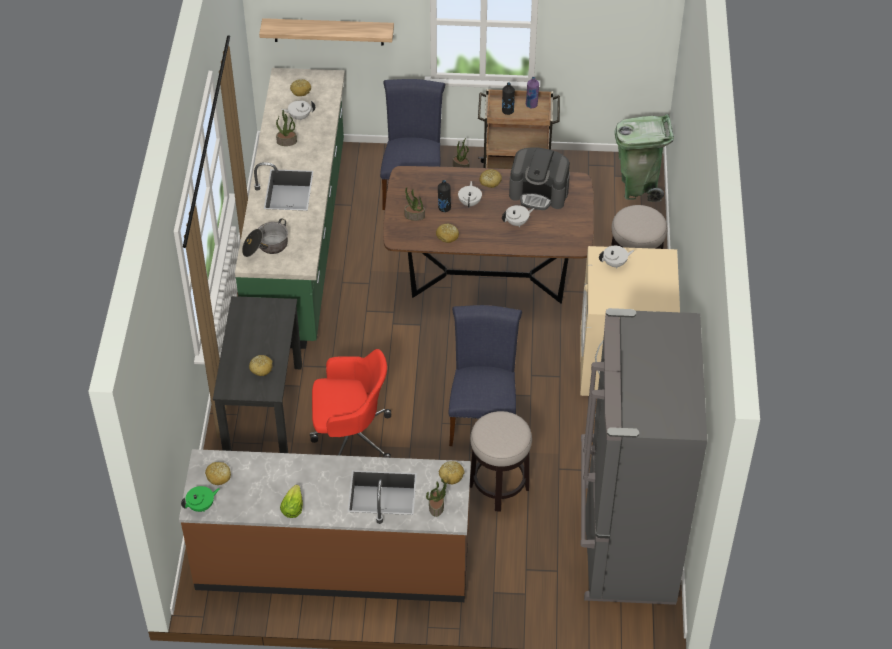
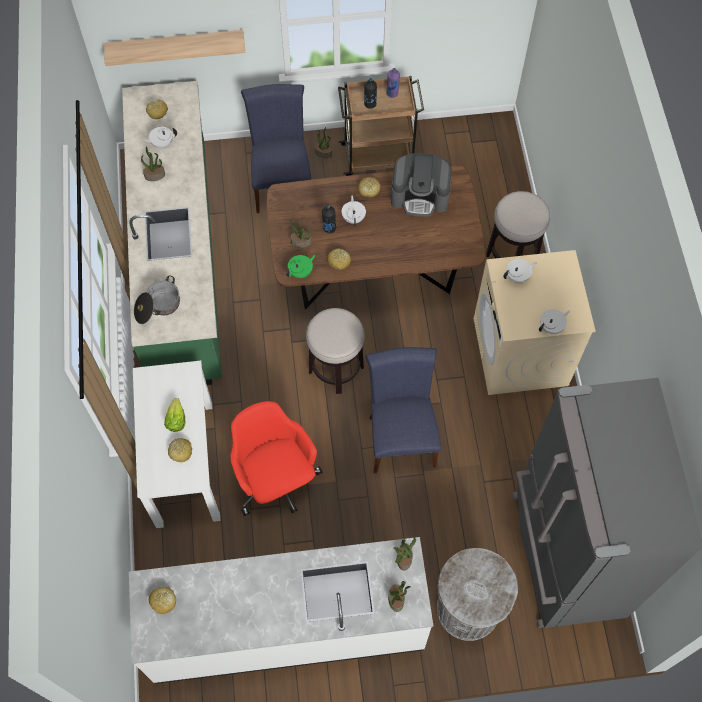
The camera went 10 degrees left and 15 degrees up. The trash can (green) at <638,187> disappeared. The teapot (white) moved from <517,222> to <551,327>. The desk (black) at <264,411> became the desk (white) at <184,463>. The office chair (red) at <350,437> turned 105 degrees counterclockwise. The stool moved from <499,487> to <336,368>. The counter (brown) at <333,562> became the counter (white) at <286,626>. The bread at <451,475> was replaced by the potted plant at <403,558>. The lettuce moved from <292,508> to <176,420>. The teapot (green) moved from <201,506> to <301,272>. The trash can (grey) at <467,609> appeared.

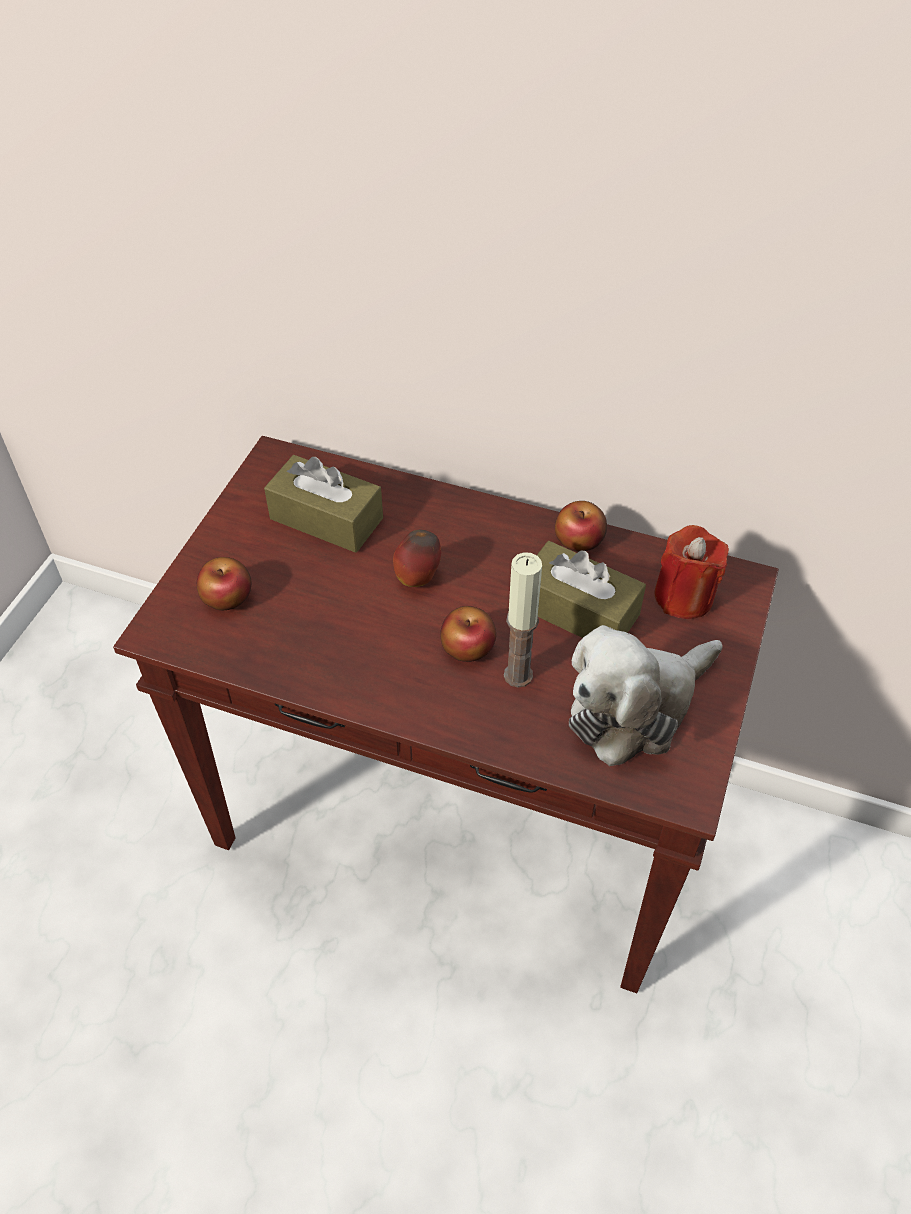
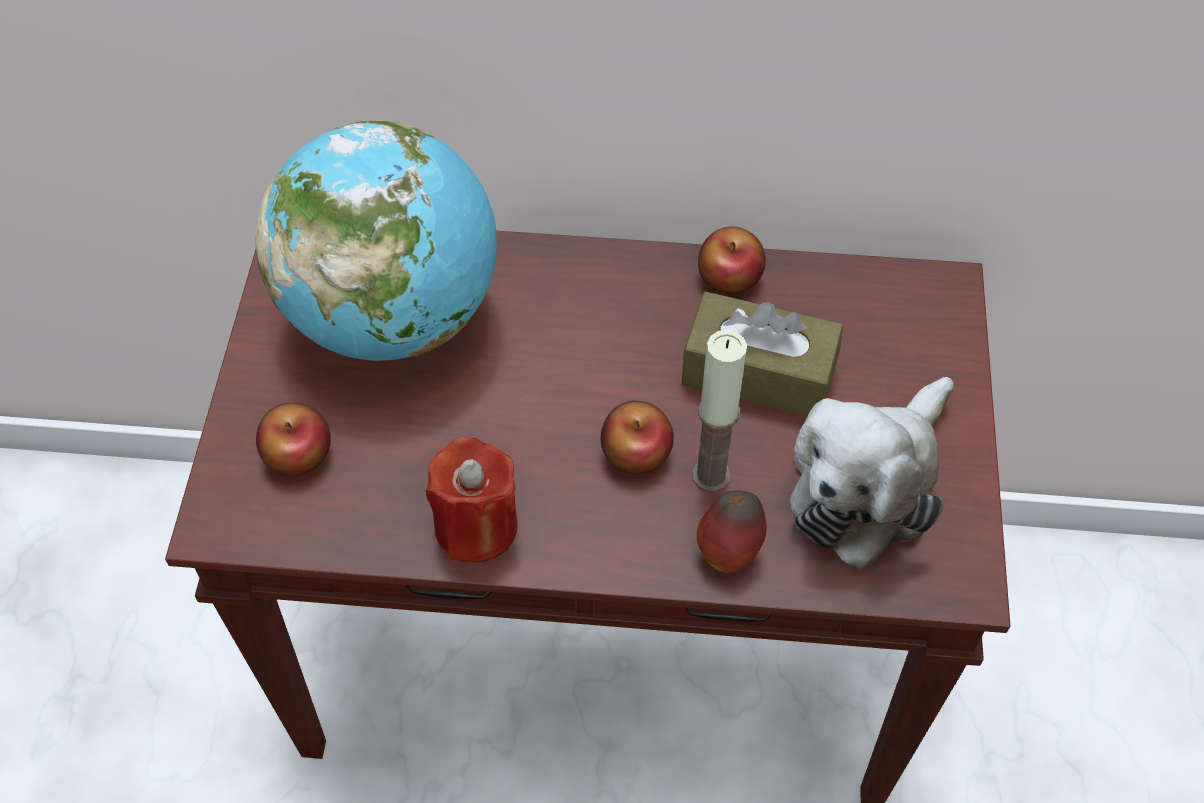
The camera went 15 degrees left and 5 degrees up. The tissue box (brown) at <326,518> was replaced by the globe at <394,316>. The candle (red) moved from <684,596> to <476,526>. The apple moved from <418,577> to <729,551>.

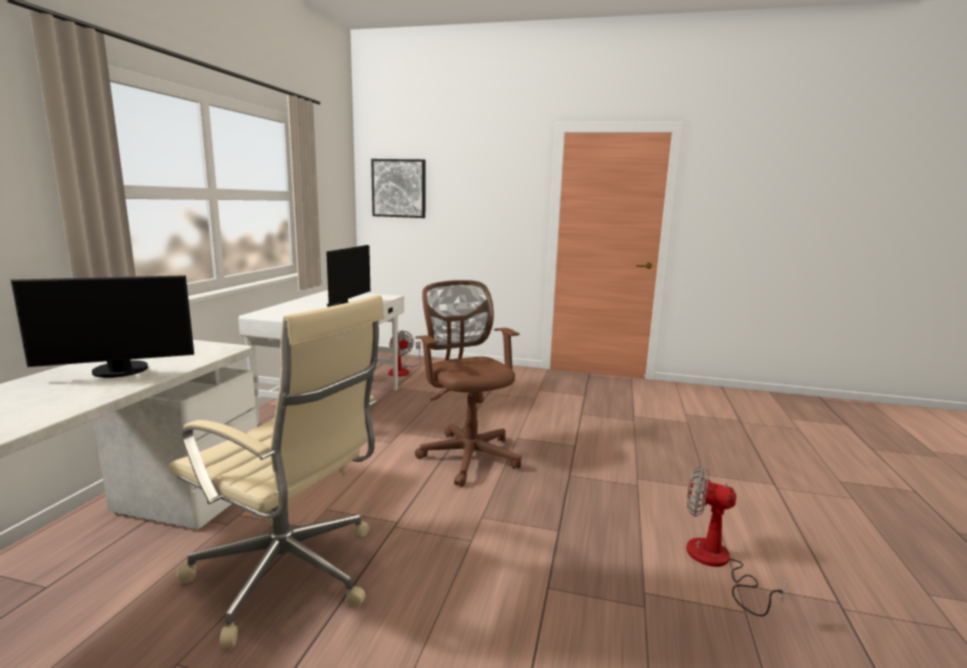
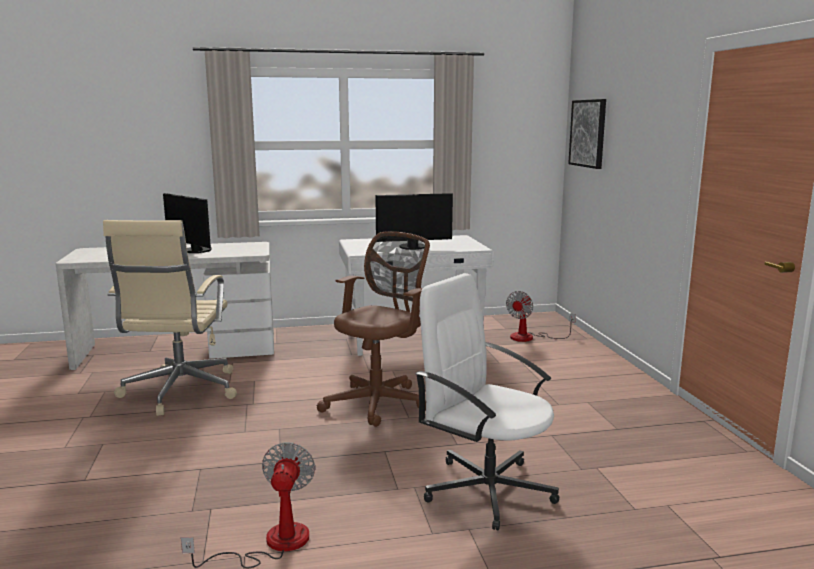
The camera went 65 degrees right and 0 degrees up. The office chair (white) at <487,489> appeared.

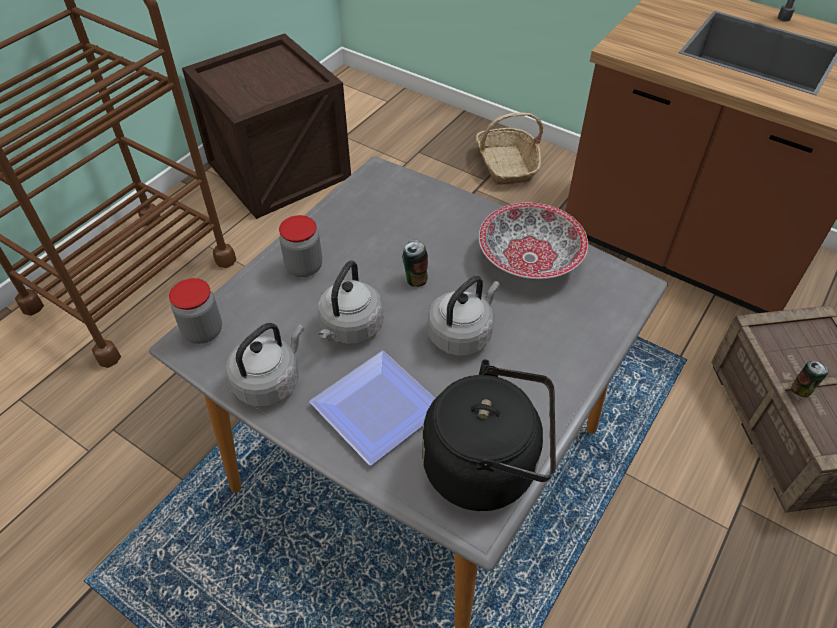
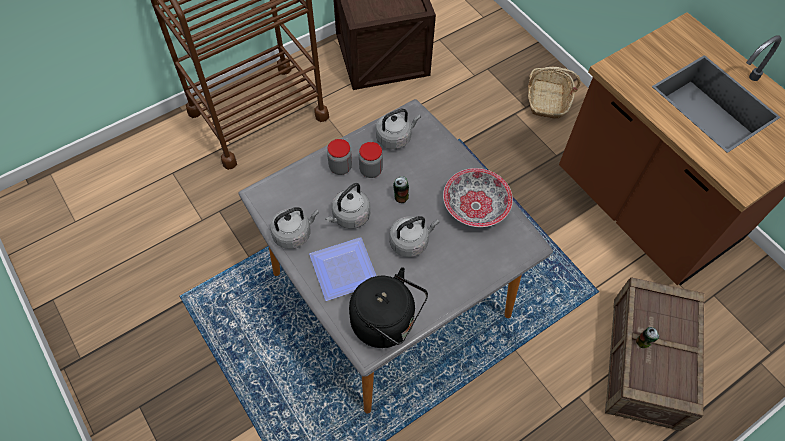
The camera went 20 degrees right and 10 degrees up. The jar moved from <203,331> to <371,170>. The kettle (grey) at <395,137> appeared.

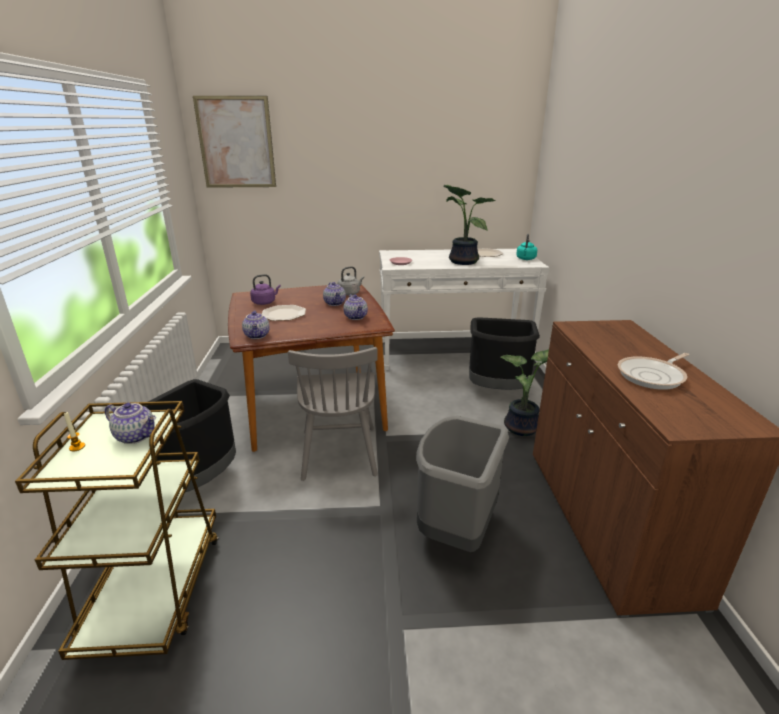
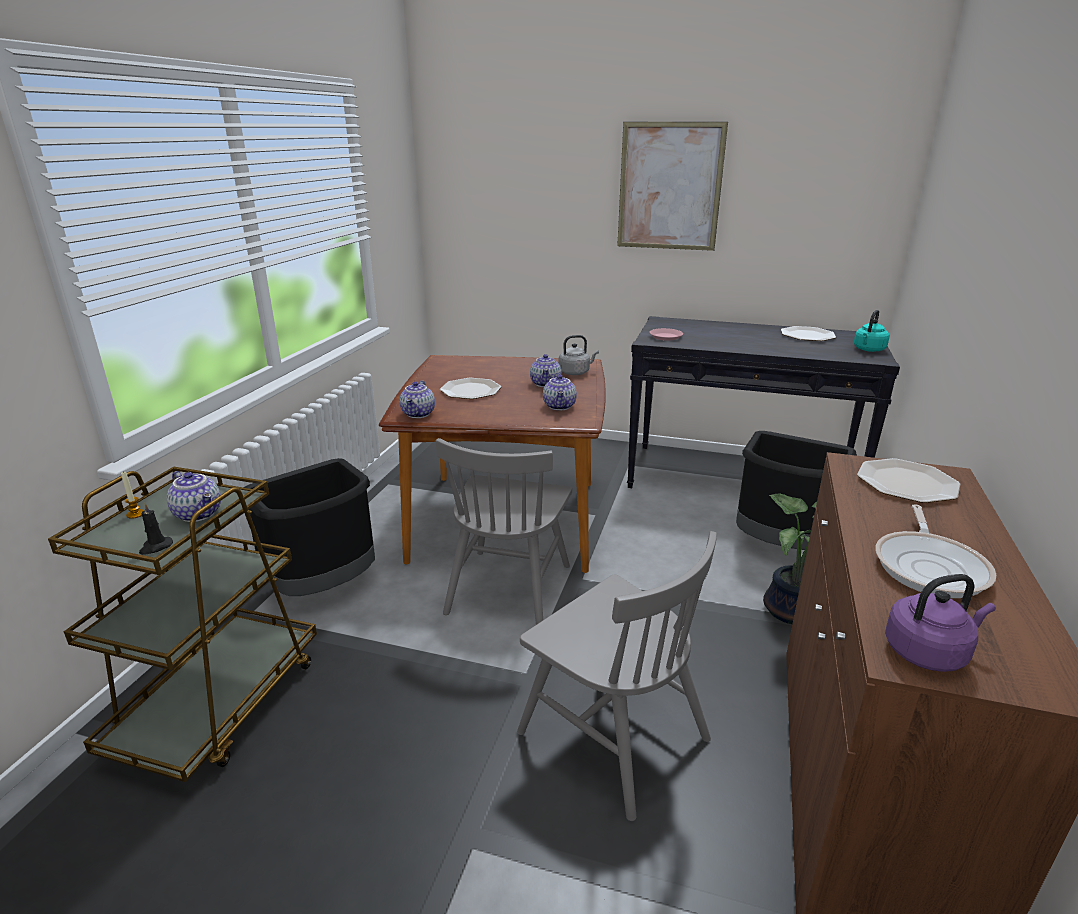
The camera went 20 degrees right and 0 degrees up. The picture moved from <236,143> to <669,187>. The potted plant at <461,261> disappeared. The console table (white) at <453,353> became the console table (black) at <740,479>. The kettle (purple) moved from <265,302> to <928,652>. The frying pan at <653,376> turned 60 degrees counterclockwise. The trash can (grey) at <455,530> was replaced by the chair (grey) at <612,734>. The plate at <906,482> appeared. The candle (black) at <155,547> appeared.

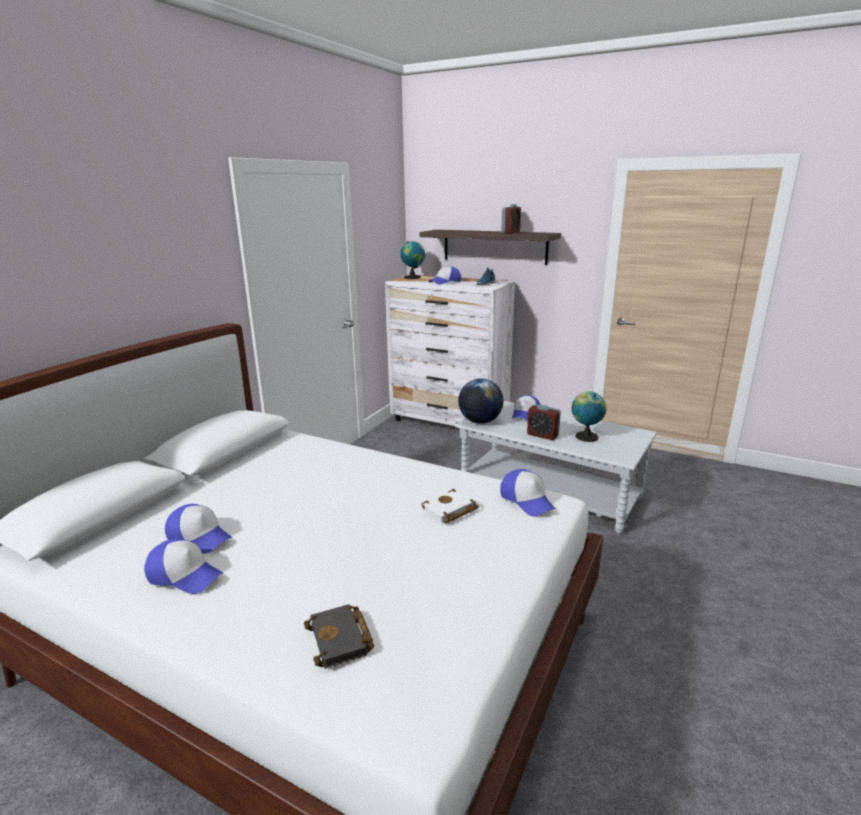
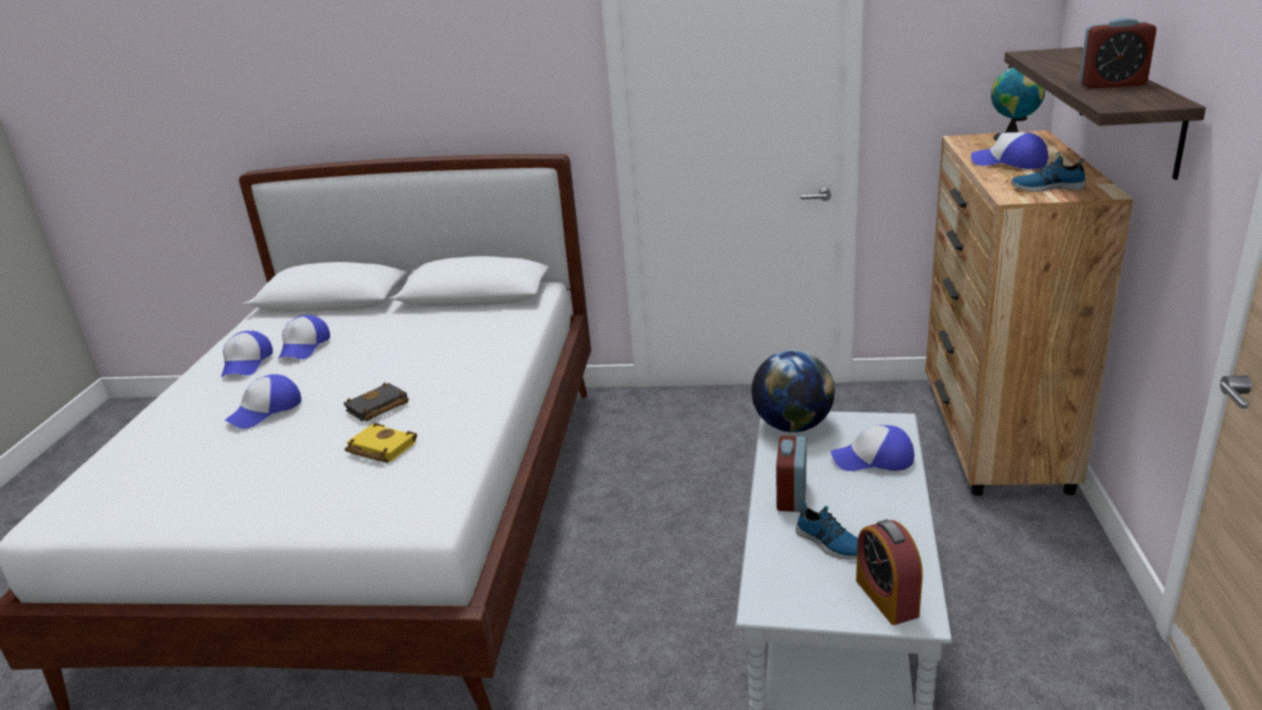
The camera went 70 degrees right and 5 degrees up. The dresser (white) at <449,422> became the dresser (brown) at <994,436>. The globe at <585,436> was replaced by the shoe at <830,544>. The cap moved from <527,500> to <266,411>. The book (white) at <450,511> became the book (yellow) at <379,448>. The book (black) moved from <341,640> to <377,408>. The alarm clock at <886,598> appeared.

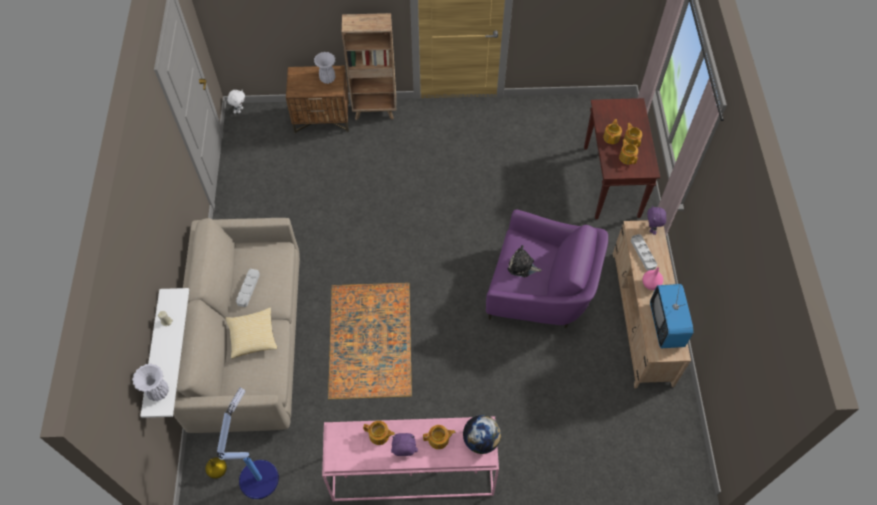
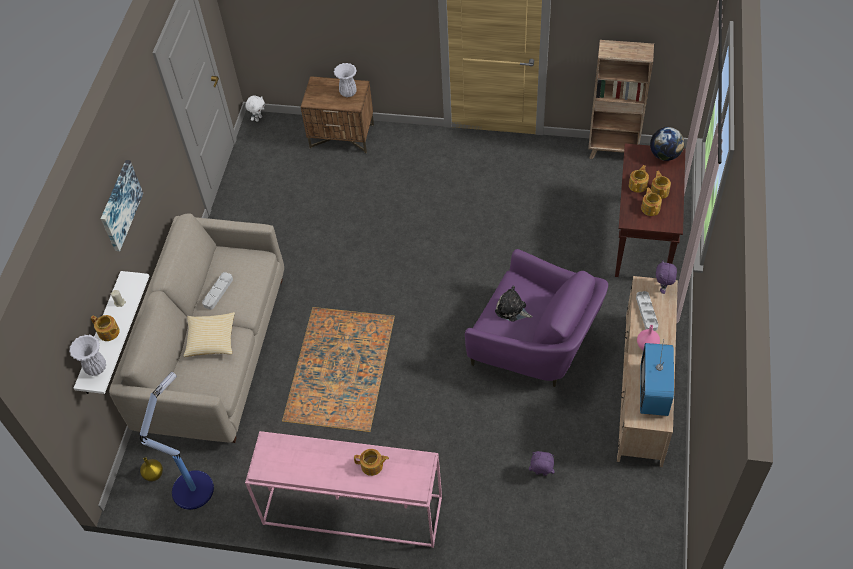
The camera went 15 degrees right and 5 degrees down. The bookcase (brown) moved from <375,110> to <613,151>. The globe moved from <481,440> to <665,155>. The teapot moved from <379,435> to <109,332>. The plush toy (purple) moved from <404,453> to <541,474>. The picture at <120,205> appeared.

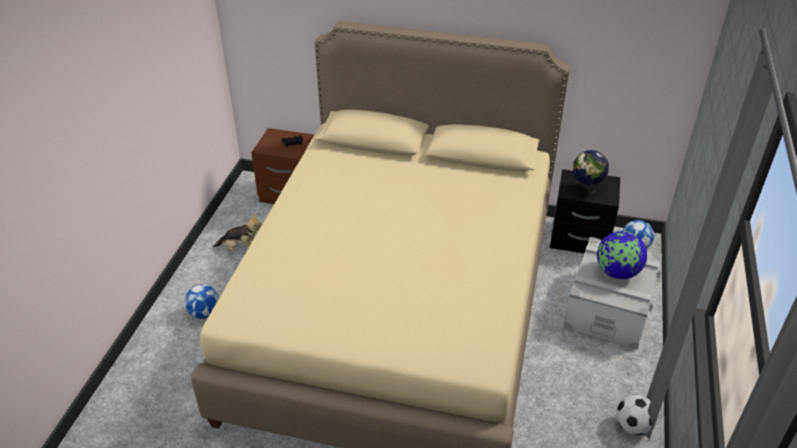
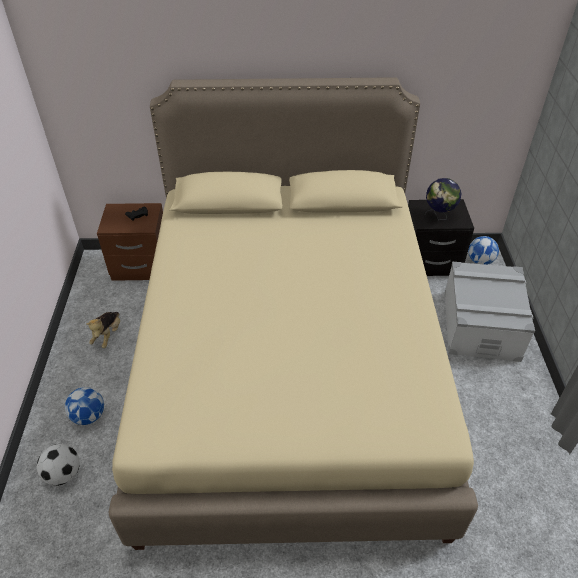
The camera went 15 degrees left and 5 degrees up. The plush toy at <241,249> turned 105 degrees clockwise. The globe at <617,272> disappeared. The football moved from <633,426> to <63,474>.

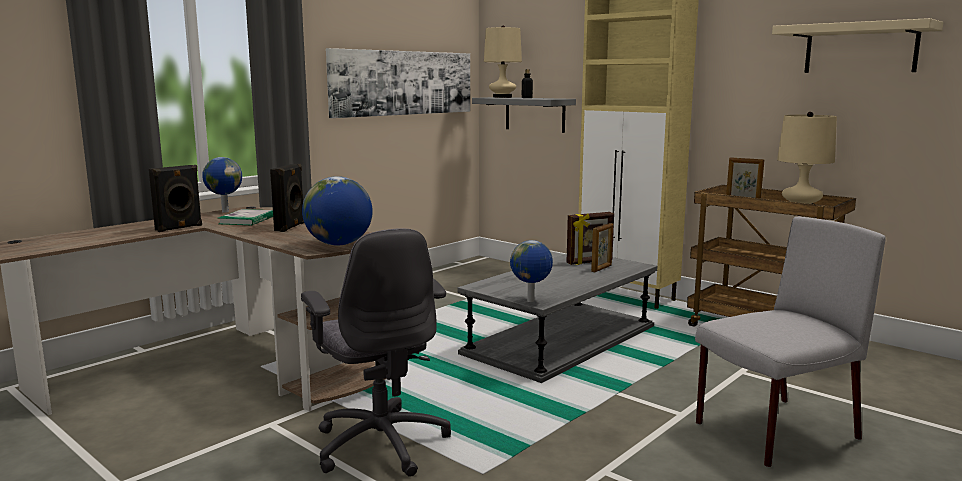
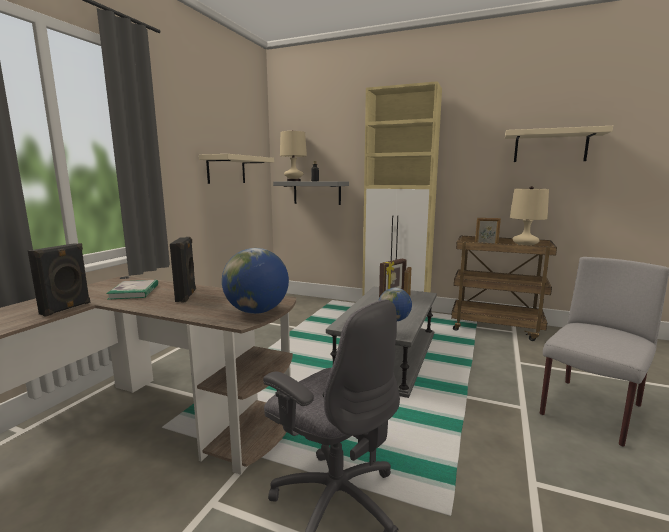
The camera went 20 degrees left and 0 degrees up. The picture at <403,83> was replaced by the shelf (beige) at <226,170>. The globe at <224,211> disappeared.

